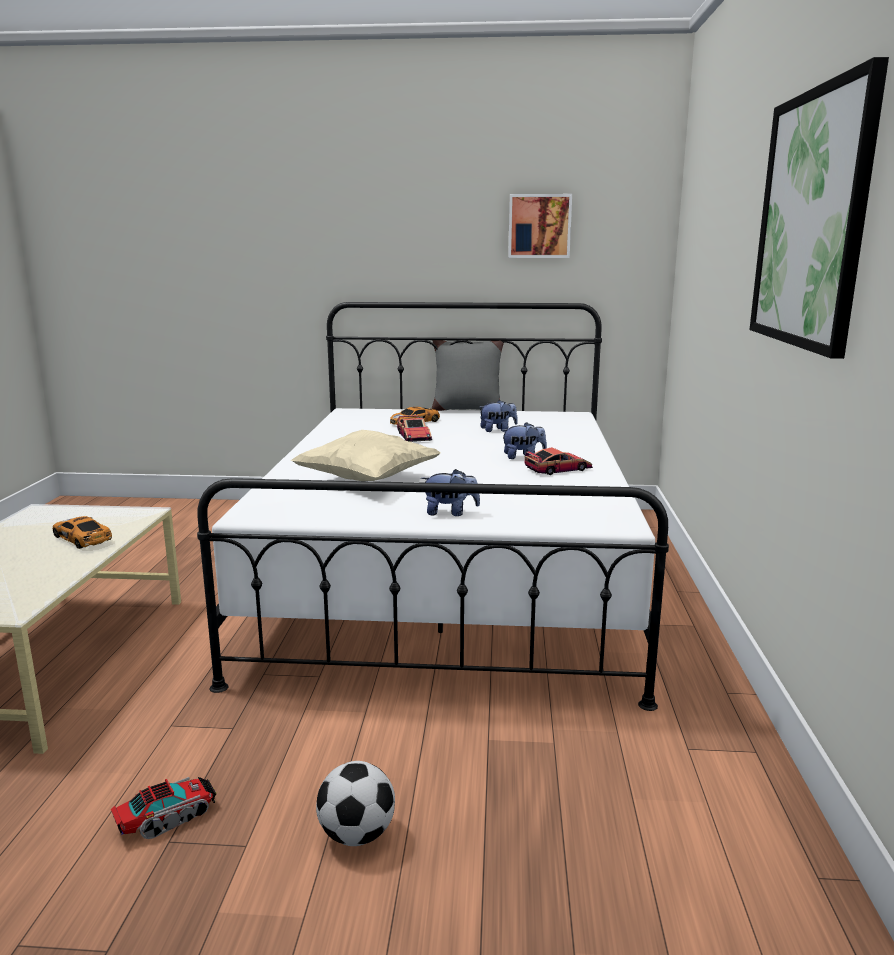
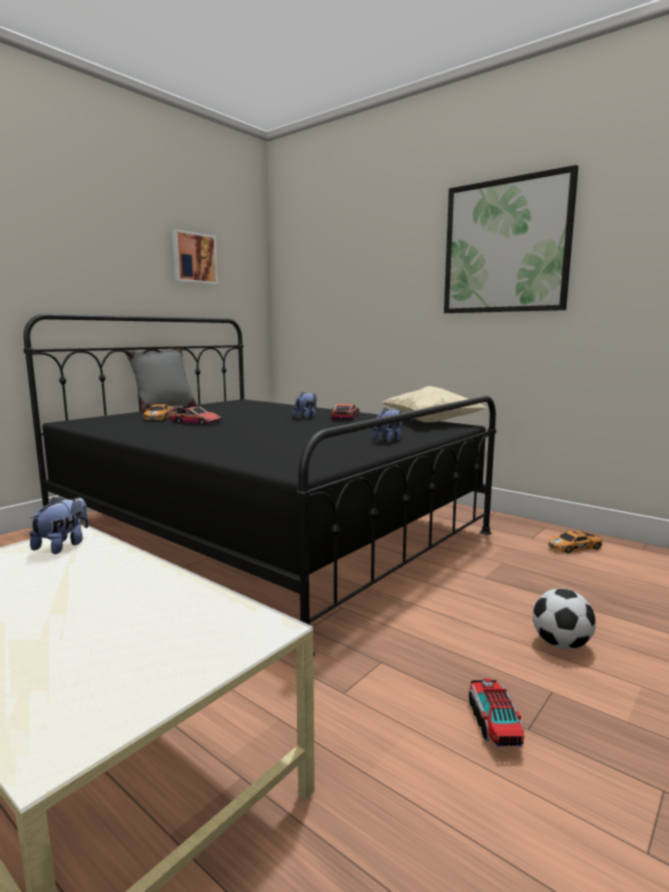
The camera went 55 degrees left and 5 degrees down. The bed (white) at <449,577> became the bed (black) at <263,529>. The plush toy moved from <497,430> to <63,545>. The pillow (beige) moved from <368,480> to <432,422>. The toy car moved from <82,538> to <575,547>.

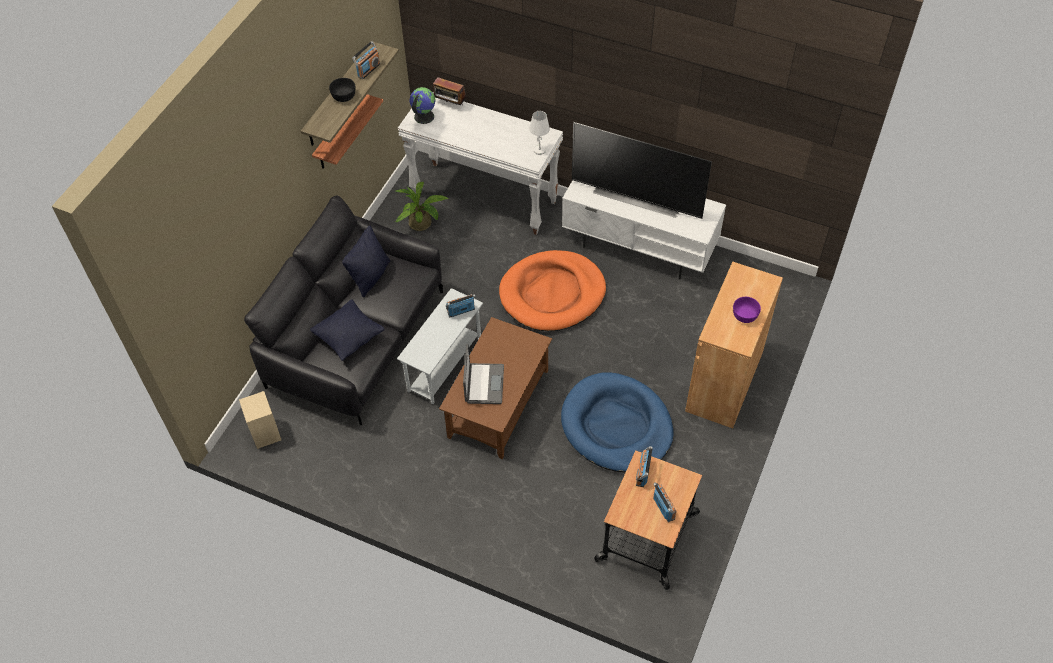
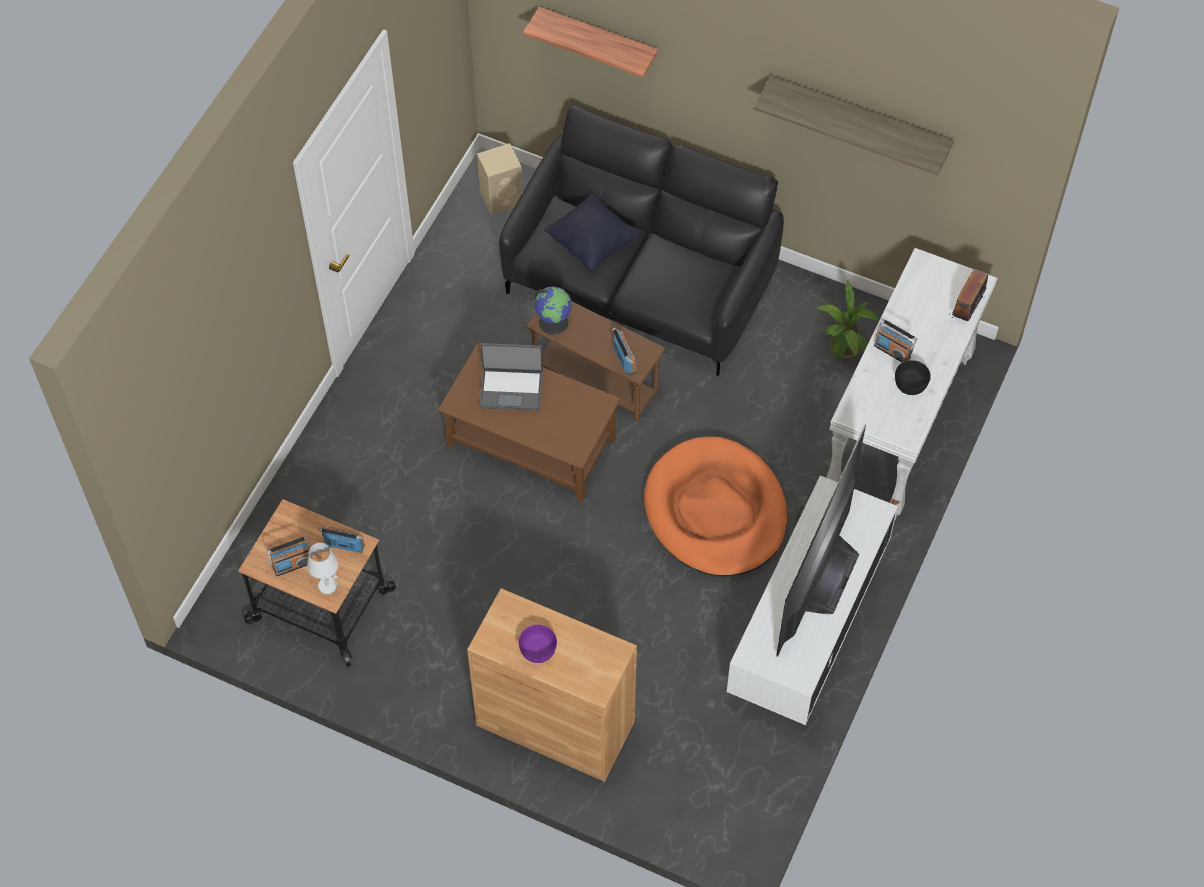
The camera went 90 degrees right and 5 degrees up. The radio moved from <368,70> to <892,351>. The bowl (black) moved from <343,96> to <910,384>. The globe moved from <423,116> to <554,322>. The shelf moved from <338,133> to <598,41>. The table lamp (white) moved from <539,150> to <328,585>. The pillow (black) at <370,276> disappeared. The side table (white) at <445,365> became the side table (brown) at <595,382>. The dog bed (blue) at <616,426> disappeared.

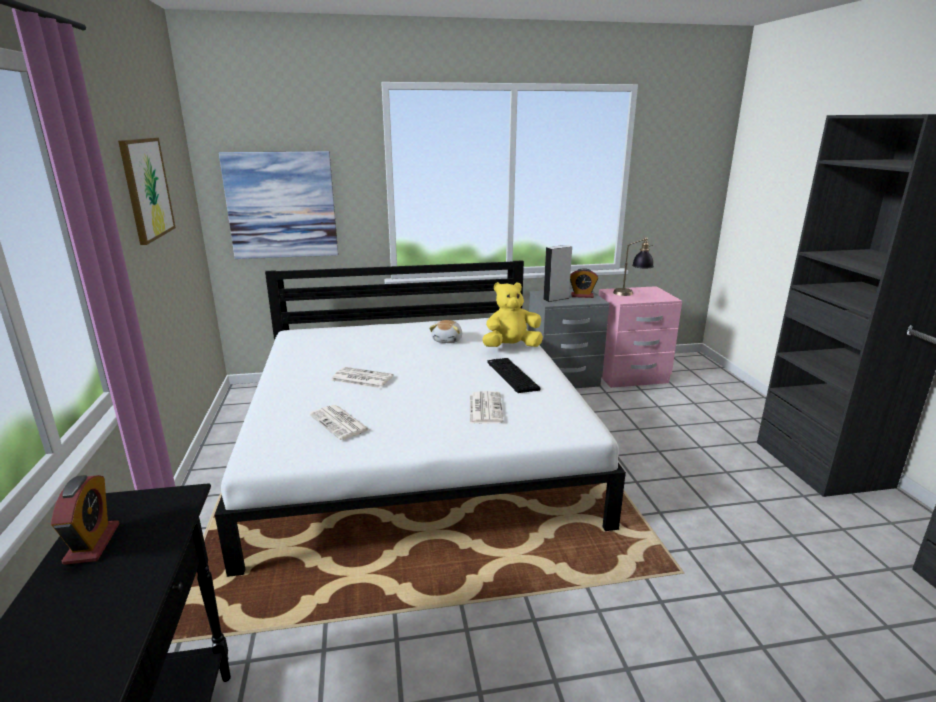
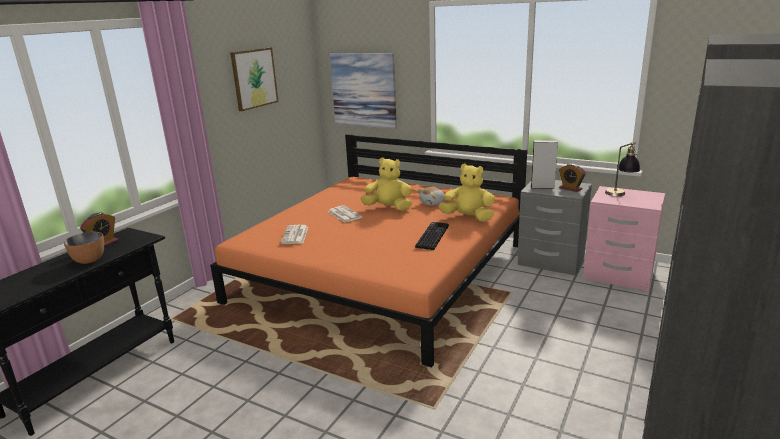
The camera went 40 degrees right and 0 degrees up. The bed (white) at <415,445> became the bed (orange) at <382,272>. The newspaper at <485,408> disappeared. The plush toy (yellow) at <388,208> appeared. The bowl at <89,260> appeared.

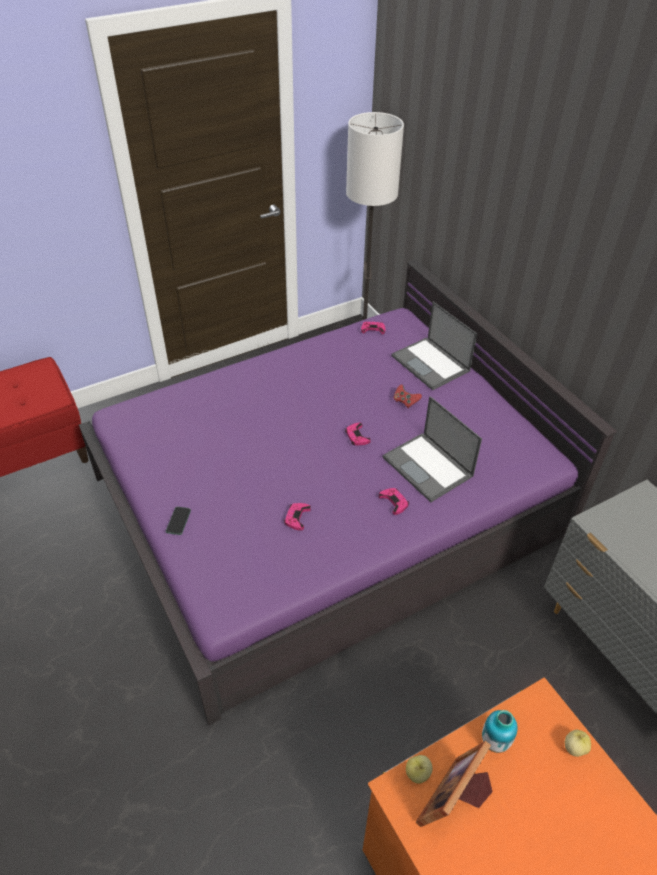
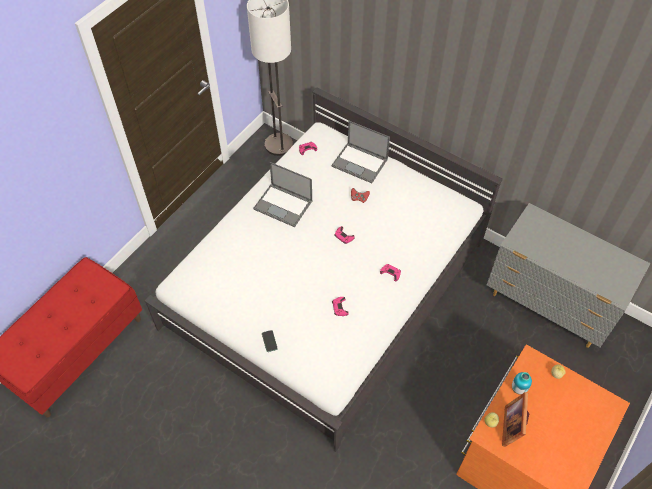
The camera went 25 degrees left and 10 degrees up. The bed (purple) at <328,506> became the bed (white) at <326,283>. The laptop moved from <428,467> to <284,205>.

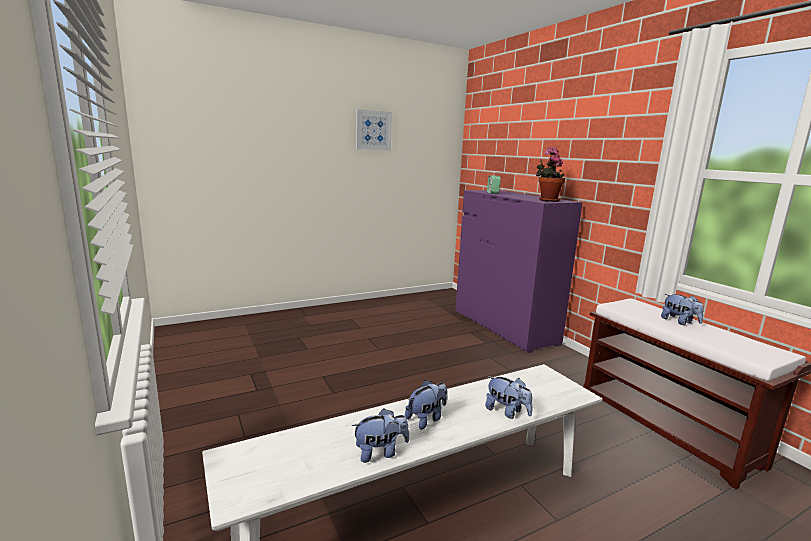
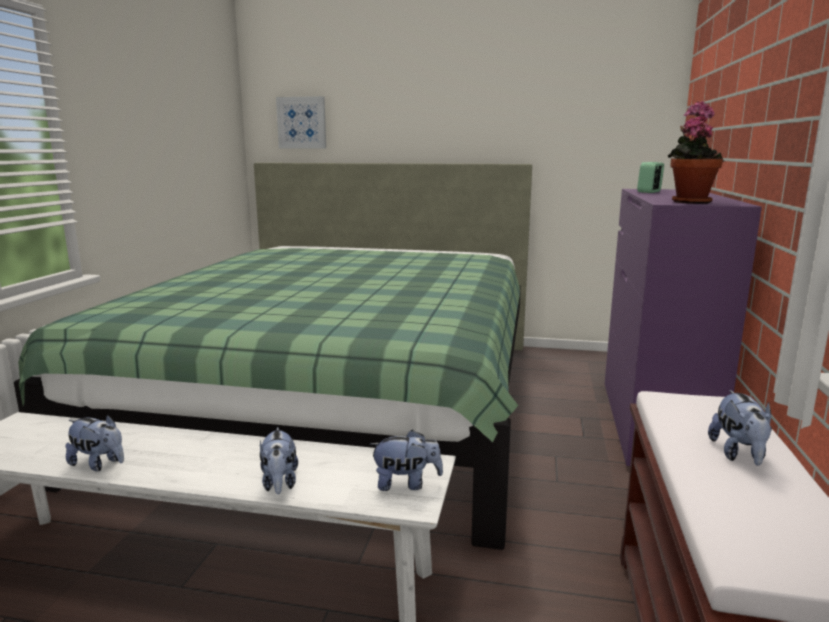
The camera went 40 degrees right and 0 degrees up. The picture moved from <373,130> to <302,123>. The plush toy moved from <426,419> to <406,484>. The bed (green) at <339,401> appeared.

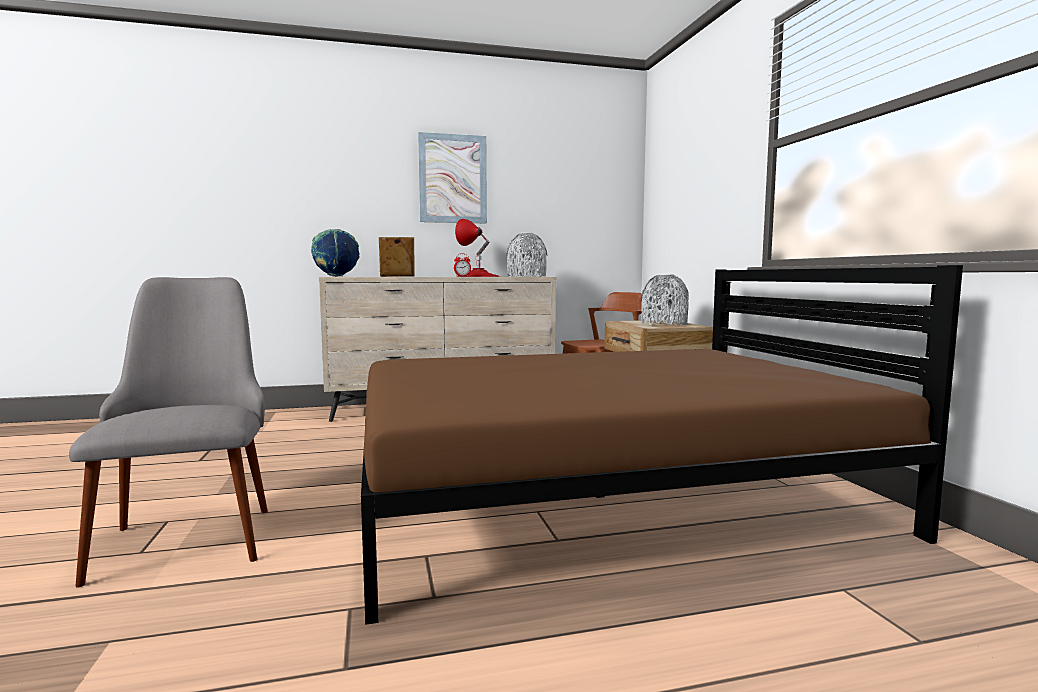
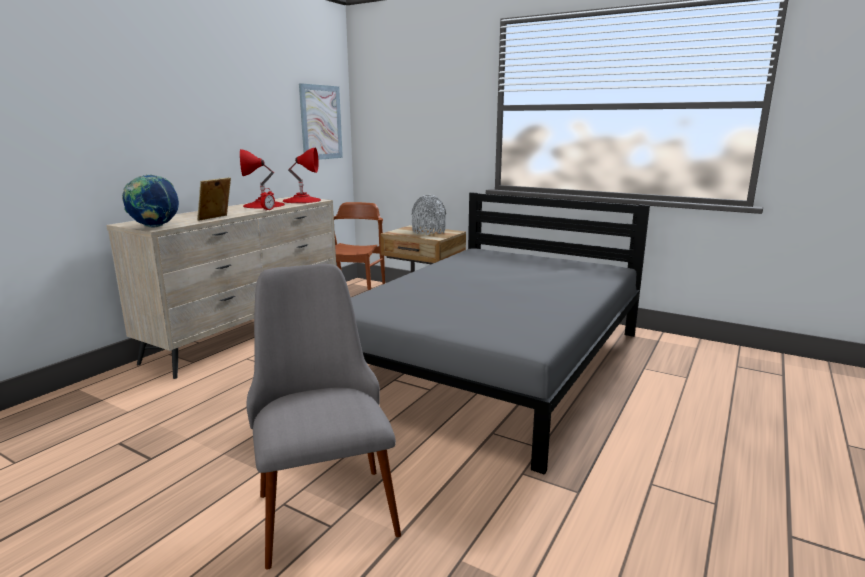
The camera went 45 degrees left and 10 degrees up. The picture moved from <453,179> to <321,122>. The vase (grey) at <526,276> was replaced by the table lamp (red) at <302,200>. The bed (brown) at <603,496> became the bed (grey) at <495,362>. The chair (grey) at <191,530> turned 45 degrees clockwise.

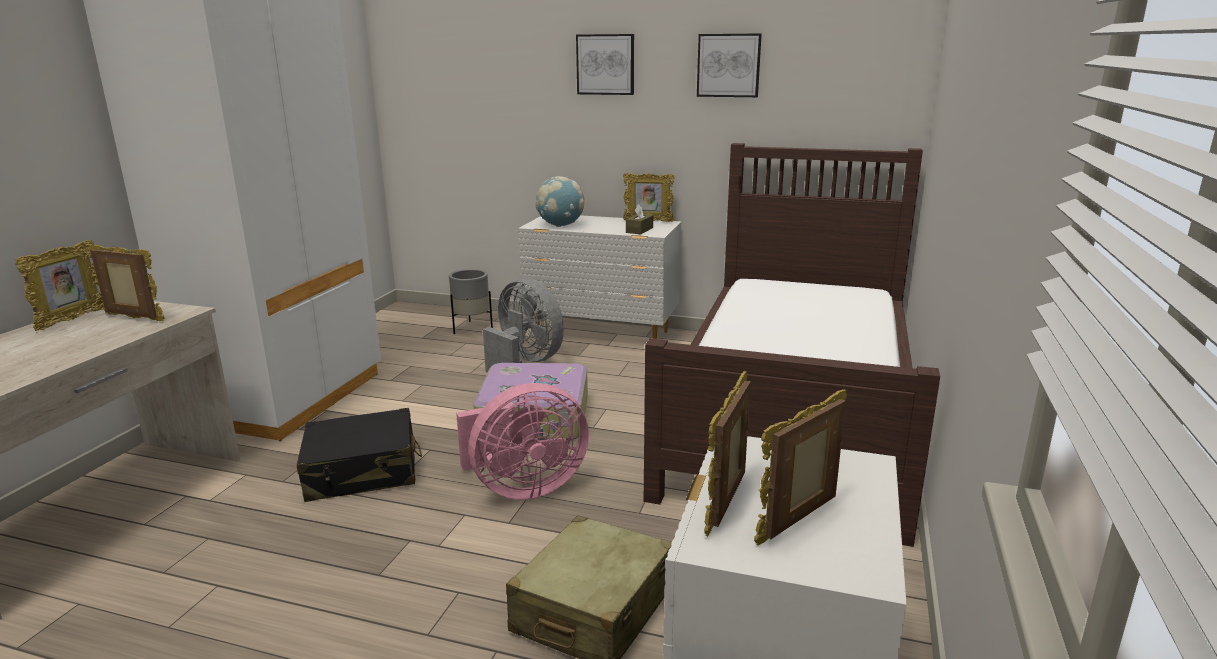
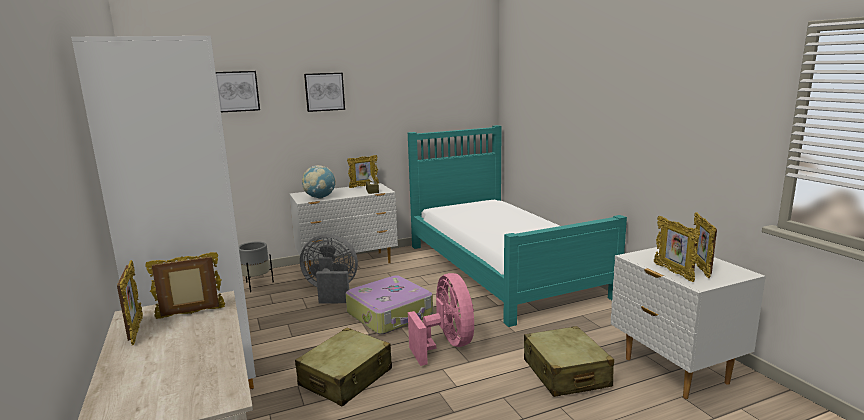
The camera went 40 degrees left and 5 degrees down. The picture moved from <728,65> to <236,91>. The bed (brown) at <793,412> became the bed (turquoise) at <501,269>. The fan (pink) at <523,487> turned 45 degrees counterclockwise. The suitcase (black) at <363,472> became the suitcase (beige) at <346,378>.

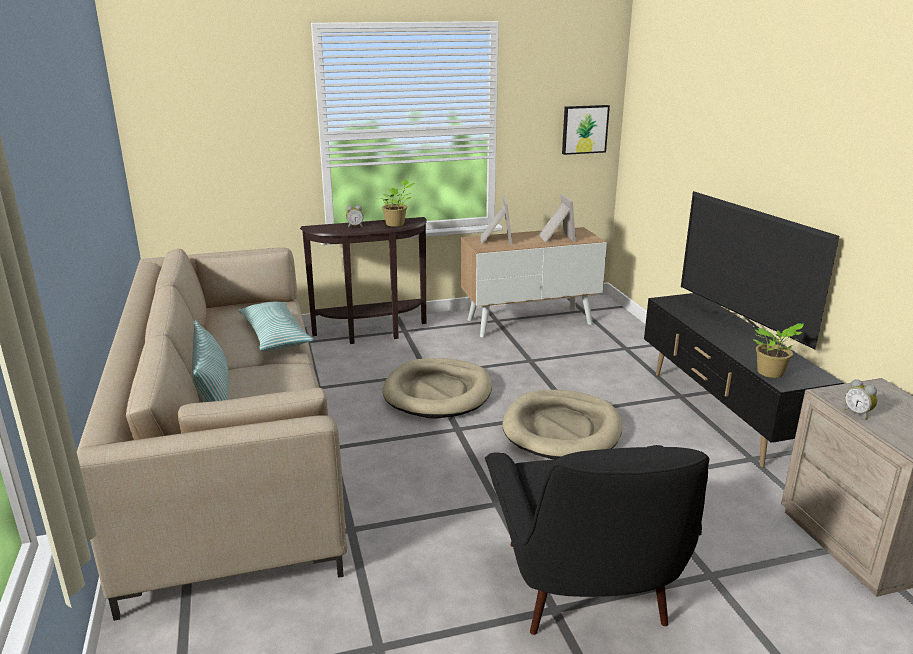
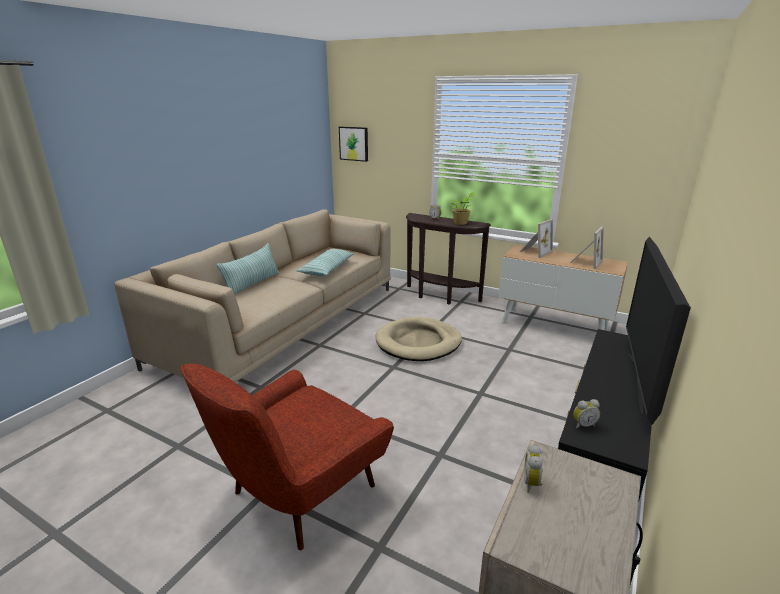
The camera went 45 degrees right and 0 degrees up. The picture moved from <584,129> to <354,143>. The potted plant at <771,373> was replaced by the alarm clock at <583,425>. The dog bed (beige) at <562,429> disappeared. The armchair (black) at <586,591> became the armchair (red) at <297,494>.

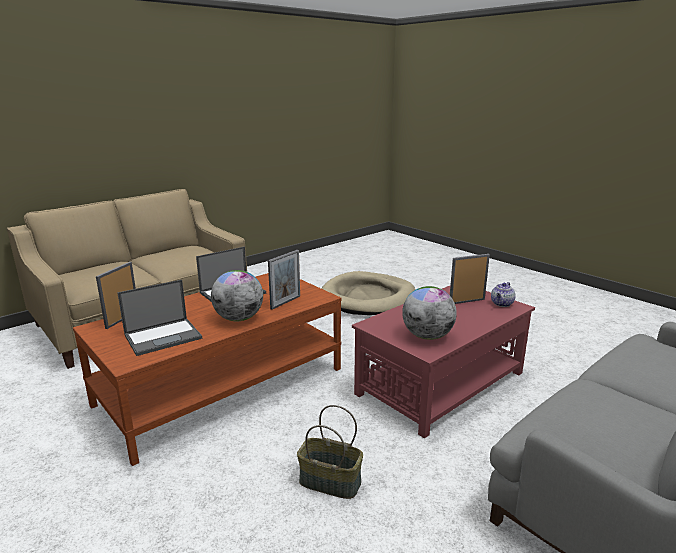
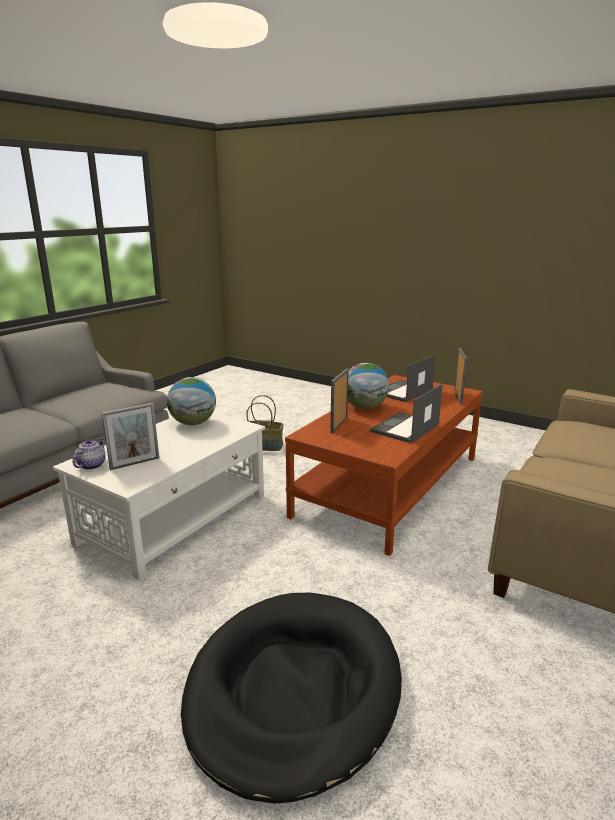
The camera went 165 degrees right and 0 degrees up. The dog bed (beige) at <368,298> became the dog bed (black) at <293,691>. The coffee table (red) at <440,383> became the coffee table (white) at <175,518>.

